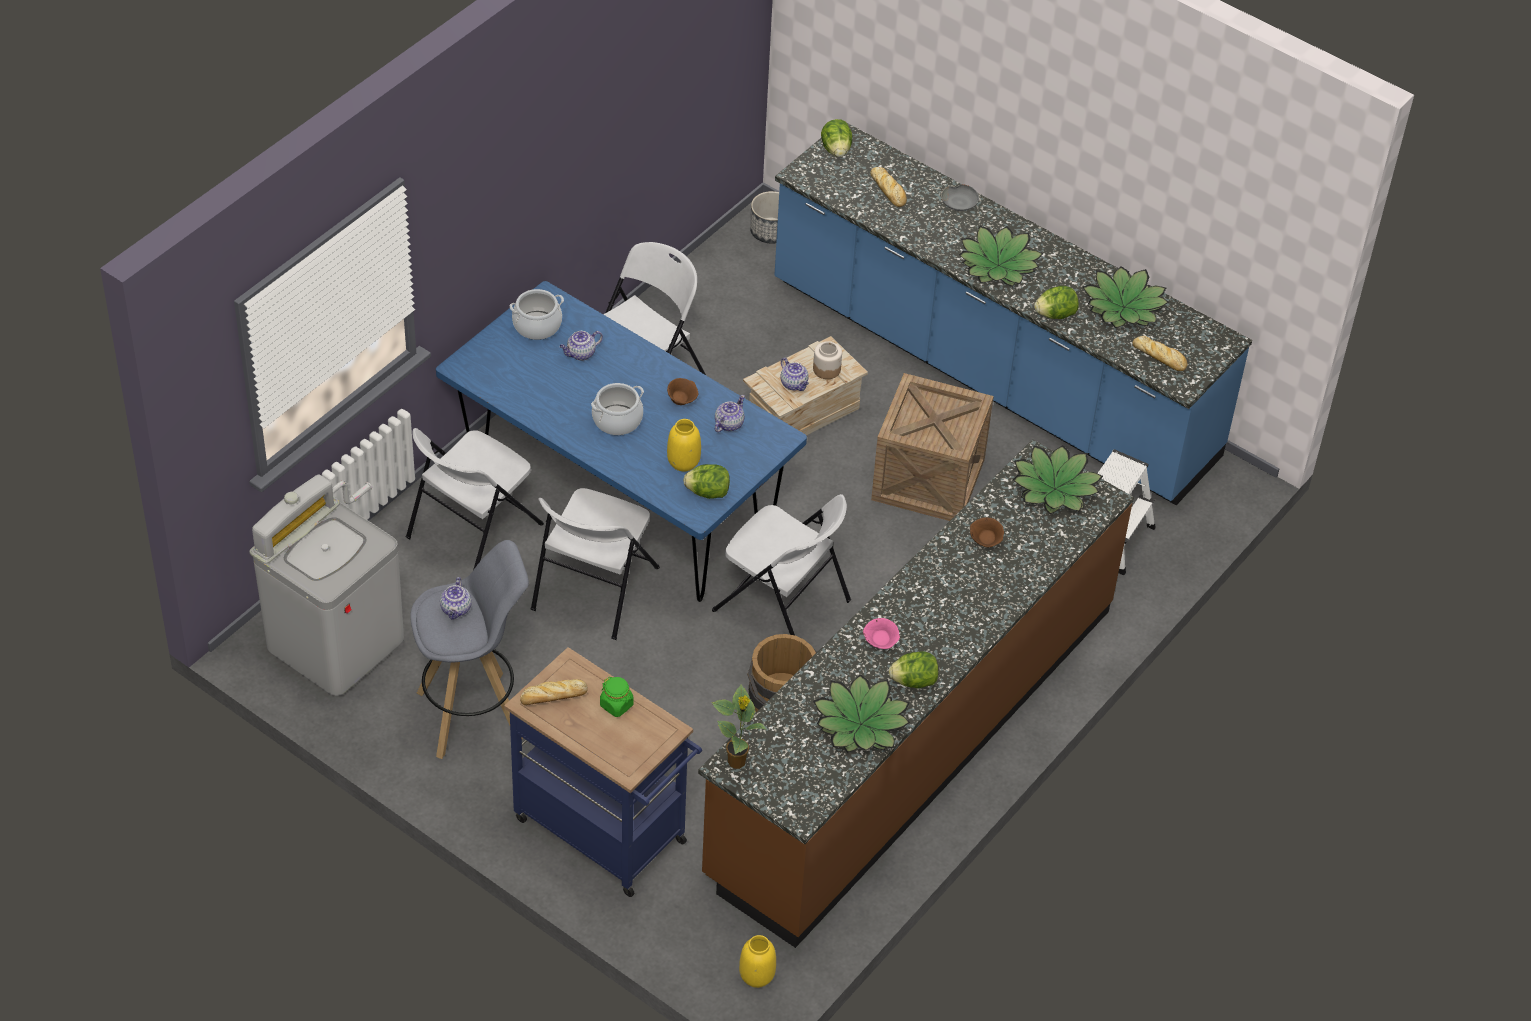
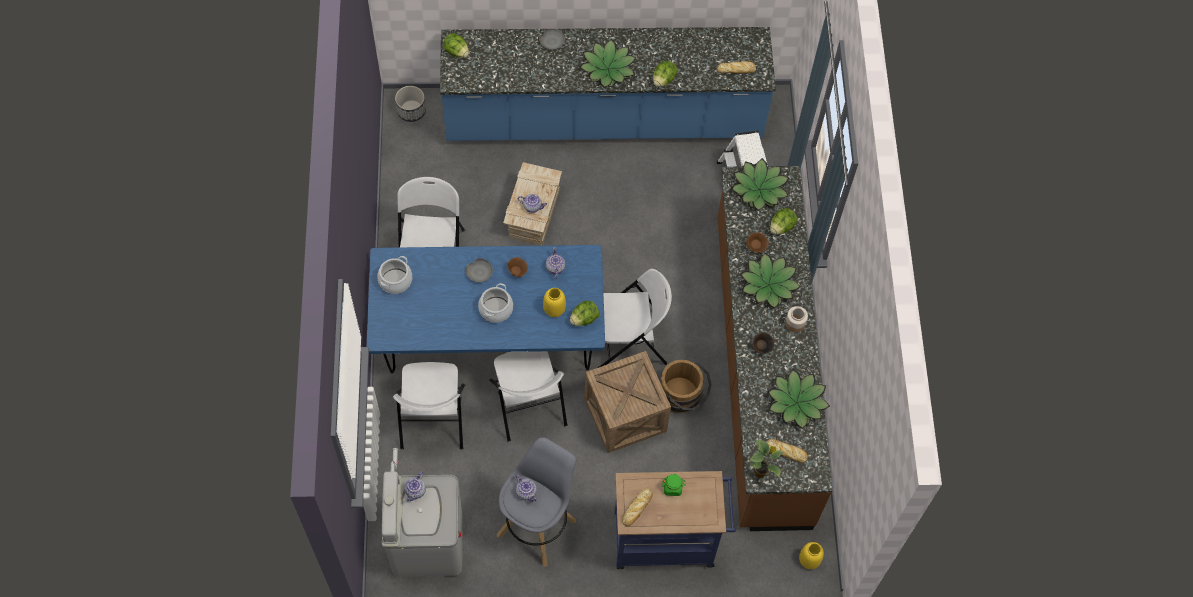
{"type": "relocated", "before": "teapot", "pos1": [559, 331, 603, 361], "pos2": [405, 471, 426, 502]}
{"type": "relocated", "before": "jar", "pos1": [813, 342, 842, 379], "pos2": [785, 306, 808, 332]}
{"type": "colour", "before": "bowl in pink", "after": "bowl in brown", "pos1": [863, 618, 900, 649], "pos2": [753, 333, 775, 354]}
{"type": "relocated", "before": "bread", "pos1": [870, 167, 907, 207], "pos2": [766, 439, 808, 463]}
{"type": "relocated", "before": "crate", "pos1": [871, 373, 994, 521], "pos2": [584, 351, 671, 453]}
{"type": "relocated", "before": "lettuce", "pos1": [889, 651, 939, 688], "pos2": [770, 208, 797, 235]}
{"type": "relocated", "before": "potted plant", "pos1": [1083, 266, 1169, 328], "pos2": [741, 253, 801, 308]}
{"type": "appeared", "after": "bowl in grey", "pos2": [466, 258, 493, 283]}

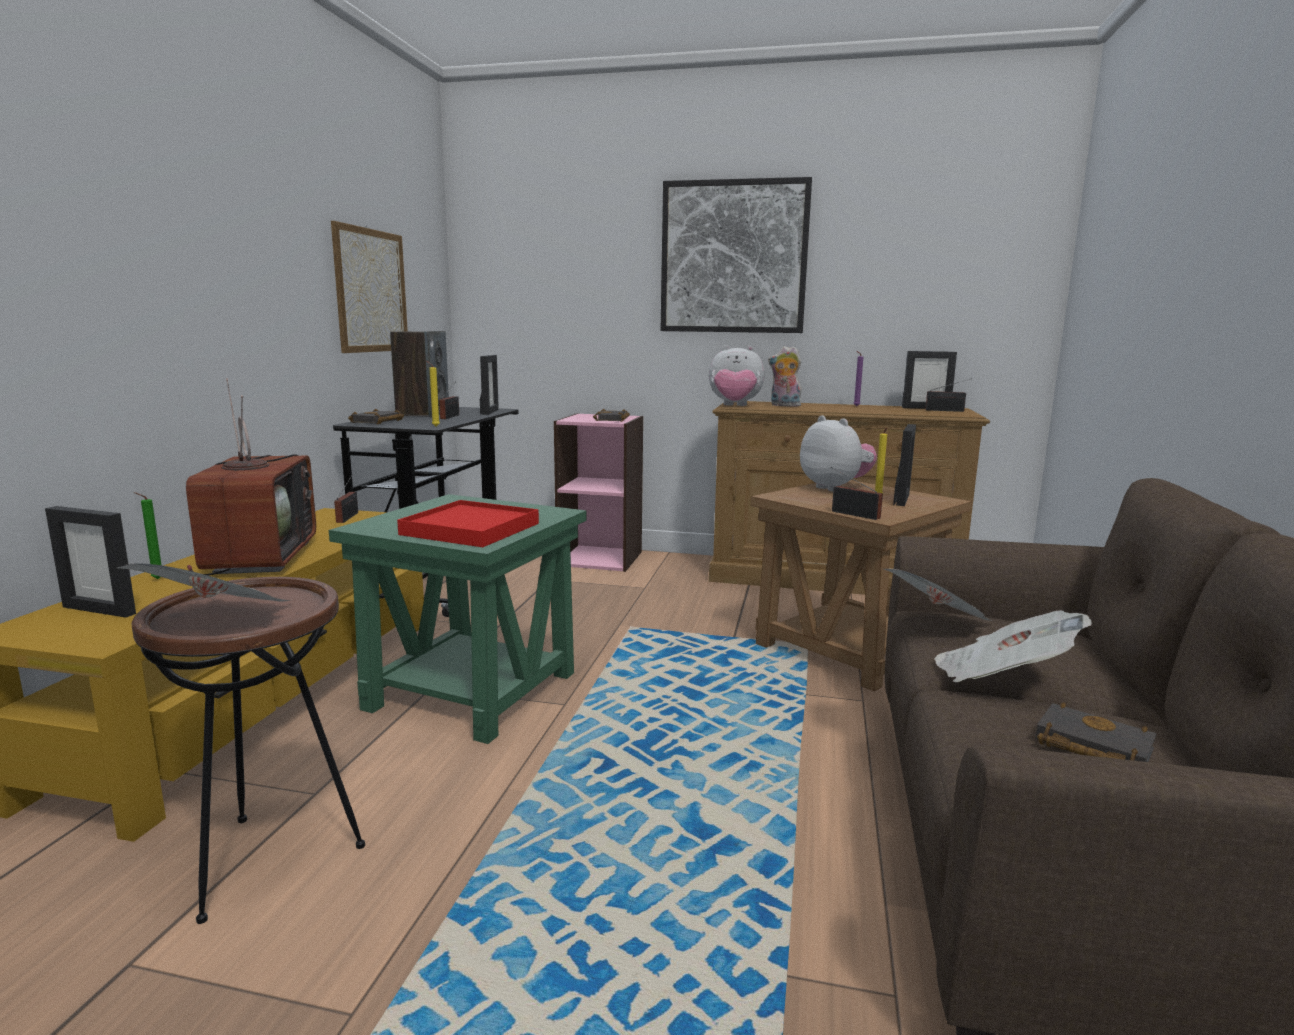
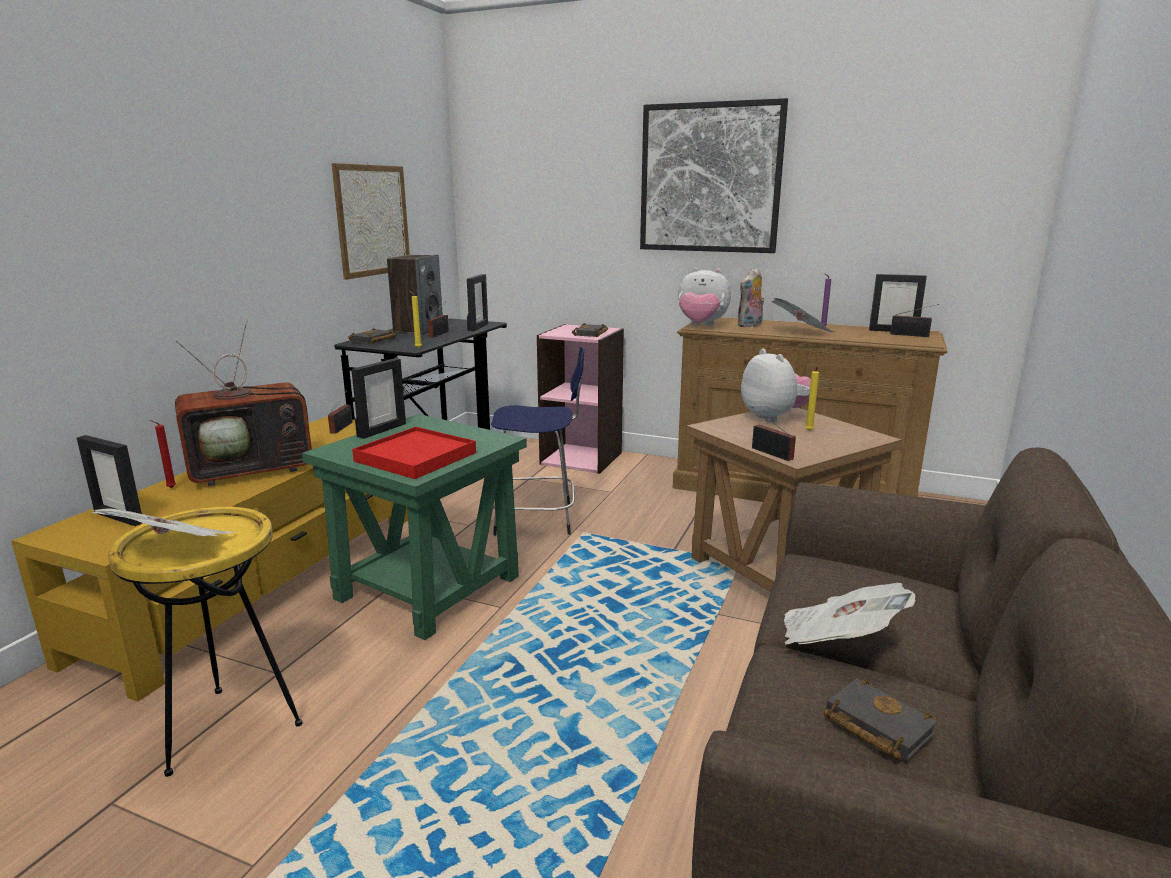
{"type": "colour", "before": "side table in brown", "after": "side table in yellow", "pos1": [131, 577, 365, 924], "pos2": [108, 507, 303, 777]}
{"type": "colour", "before": "candle in green", "after": "candle in red", "pos1": [134, 492, 161, 579], "pos2": [149, 420, 176, 488]}
{"type": "spun", "before": "television", "pos1": [186, 378, 316, 576], "pos2": [175, 320, 312, 486], "turn": 60}
{"type": "spun", "before": "plush toy", "pos1": [768, 346, 802, 407], "pos2": [738, 268, 764, 327], "turn": -75}
{"type": "relocated", "before": "newspaper", "pos1": [884, 569, 993, 621], "pos2": [772, 298, 834, 332]}
{"type": "relocated", "before": "picture frame", "pos1": [893, 424, 916, 506], "pos2": [351, 358, 406, 439]}
{"type": "appeared", "after": "stool in blue", "pos2": [491, 347, 584, 536]}

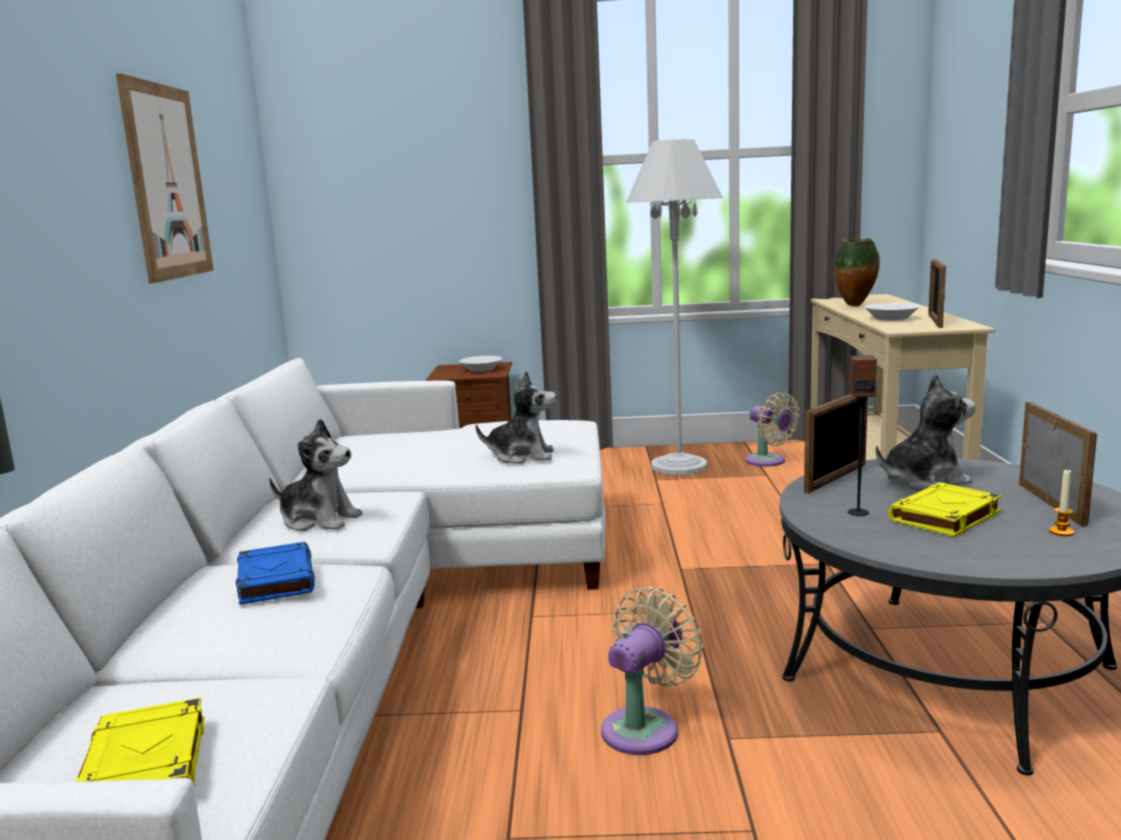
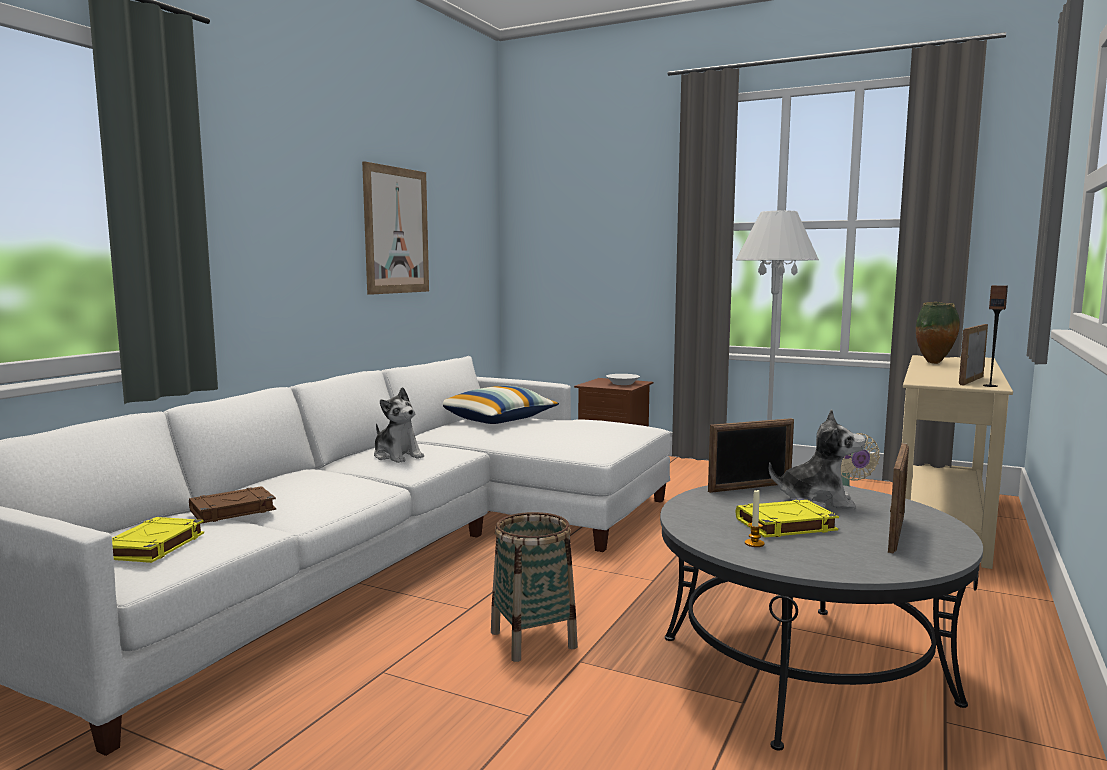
{"type": "missing", "before": "book in blue", "pos1": [236, 542, 315, 605]}
{"type": "missing", "before": "plush toy", "pos1": [475, 371, 557, 464]}
{"type": "exchanged", "before": "fan in beige", "after": "basket", "pos1": [601, 587, 703, 755], "pos2": [491, 512, 578, 662]}
{"type": "relocated", "before": "speaker", "pos1": [848, 356, 877, 516], "pos2": [983, 285, 1008, 387]}
{"type": "missing", "before": "bowl in white", "pos1": [864, 303, 920, 320]}
{"type": "relocated", "before": "candle", "pos1": [1049, 468, 1075, 536], "pos2": [745, 490, 764, 547]}
{"type": "appeared", "after": "book in brown", "pos2": [189, 486, 276, 523]}
{"type": "appeared", "after": "pillow", "pos2": [443, 385, 559, 424]}

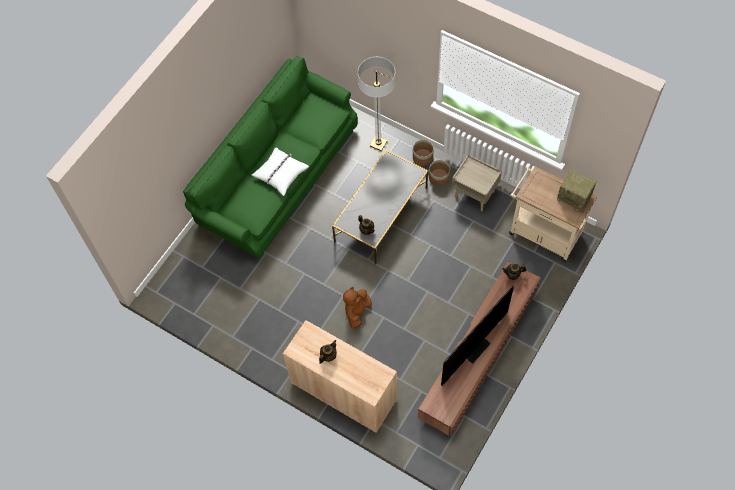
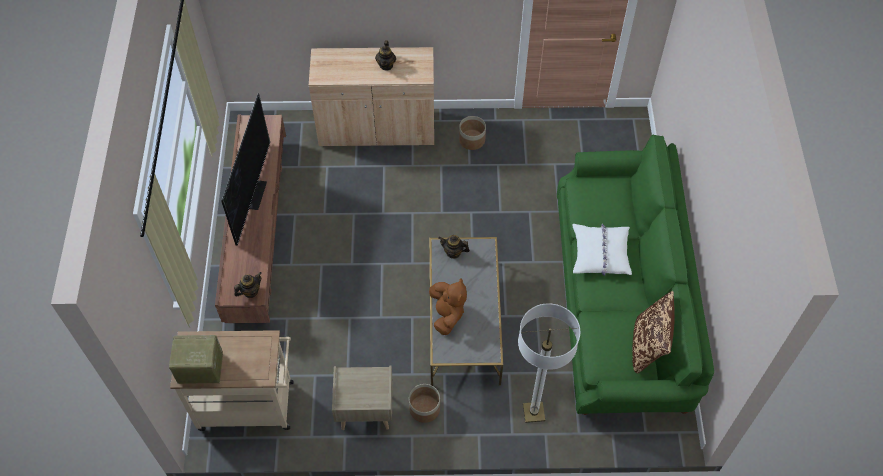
{"type": "relocated", "before": "plush toy in brown", "pos1": [343, 287, 372, 328], "pos2": [429, 278, 467, 335]}
{"type": "relocated", "before": "planter", "pos1": [413, 140, 434, 166], "pos2": [459, 116, 486, 150]}
{"type": "appeared", "after": "pillow in brown", "pos2": [632, 291, 675, 373]}

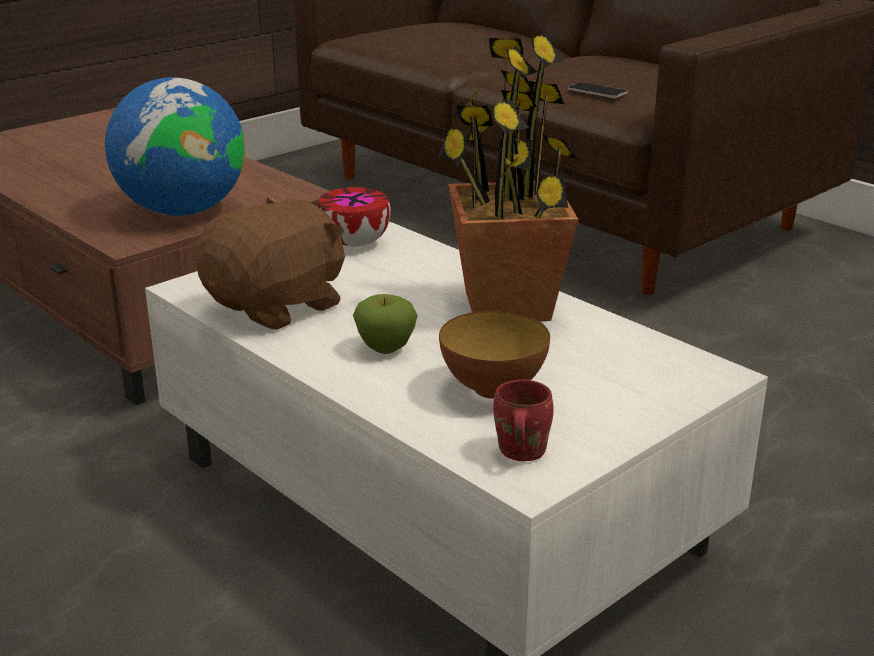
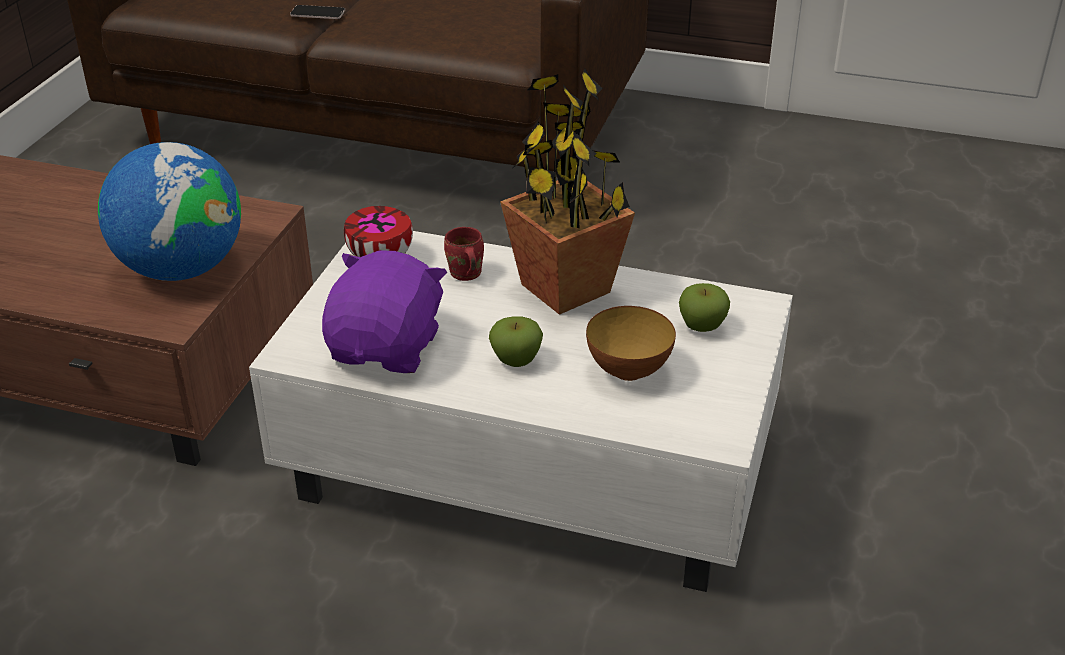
{"type": "colour", "before": "plush toy in brown", "after": "plush toy in purple", "pos1": [195, 197, 345, 330], "pos2": [322, 250, 447, 373]}
{"type": "relocated", "before": "mug in red", "pos1": [494, 379, 554, 461], "pos2": [444, 227, 484, 281]}
{"type": "relocated", "before": "phone", "pos1": [568, 82, 628, 98], "pos2": [290, 5, 345, 19]}
{"type": "appeared", "after": "apple", "pos2": [679, 283, 730, 332]}

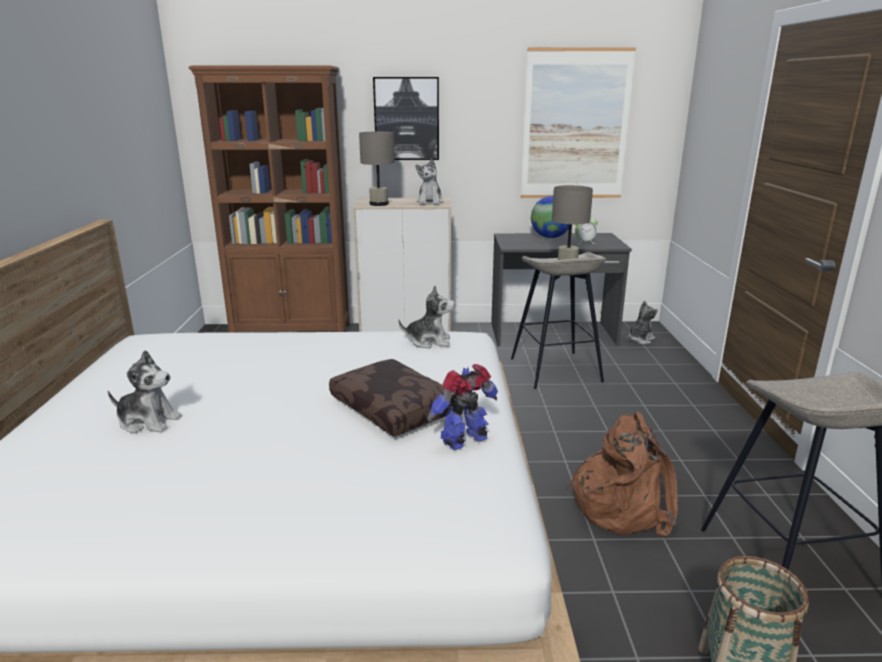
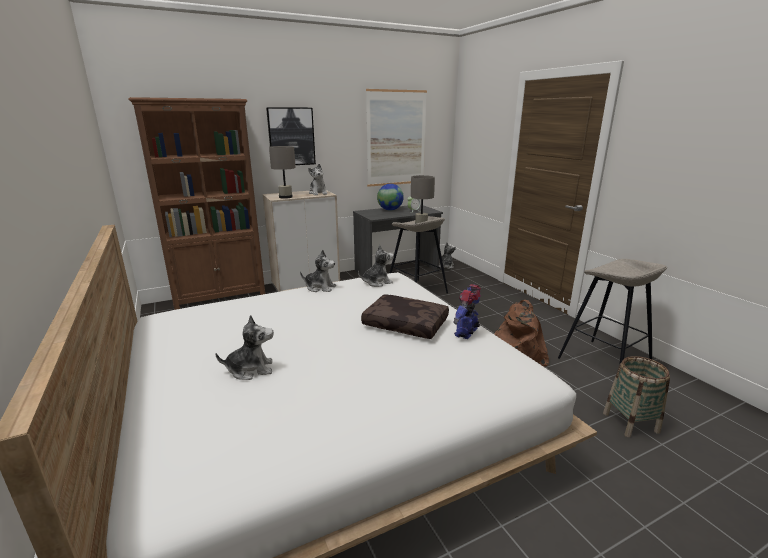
{"type": "appeared", "after": "plush toy", "pos2": [300, 250, 336, 292]}

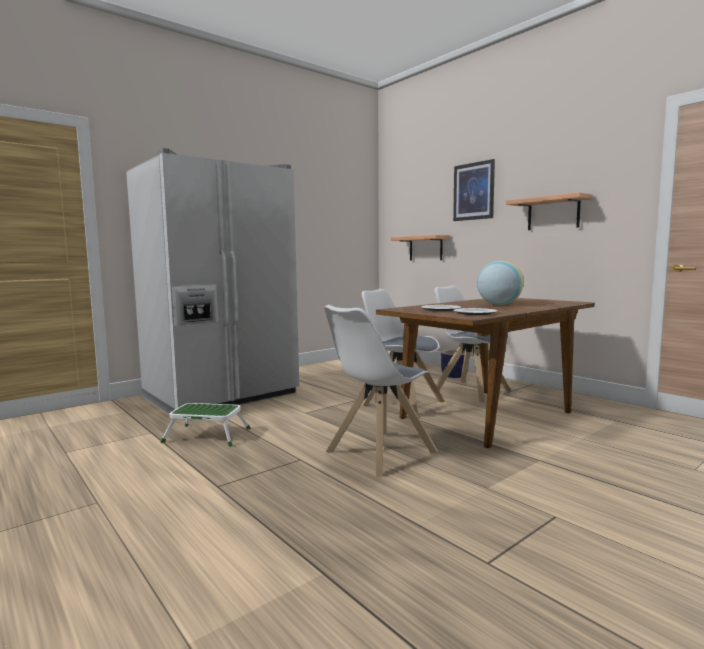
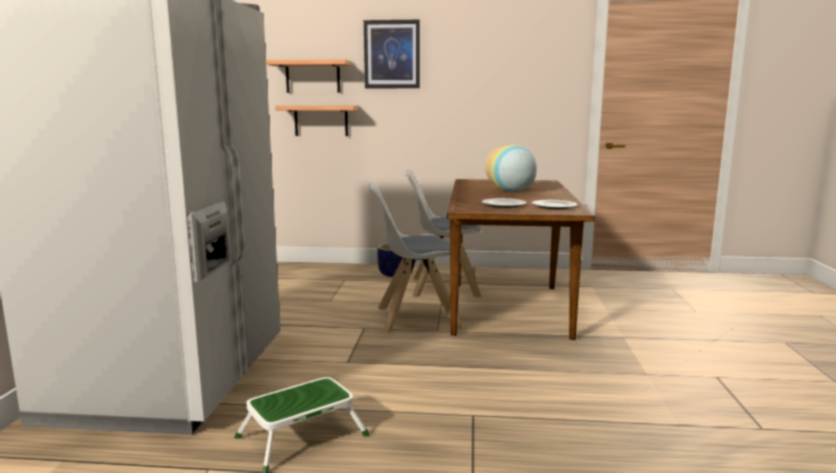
{"type": "missing", "before": "chair", "pos1": [324, 305, 438, 476]}
{"type": "relocated", "before": "shelf", "pos1": [506, 192, 593, 230], "pos2": [266, 59, 351, 93]}

